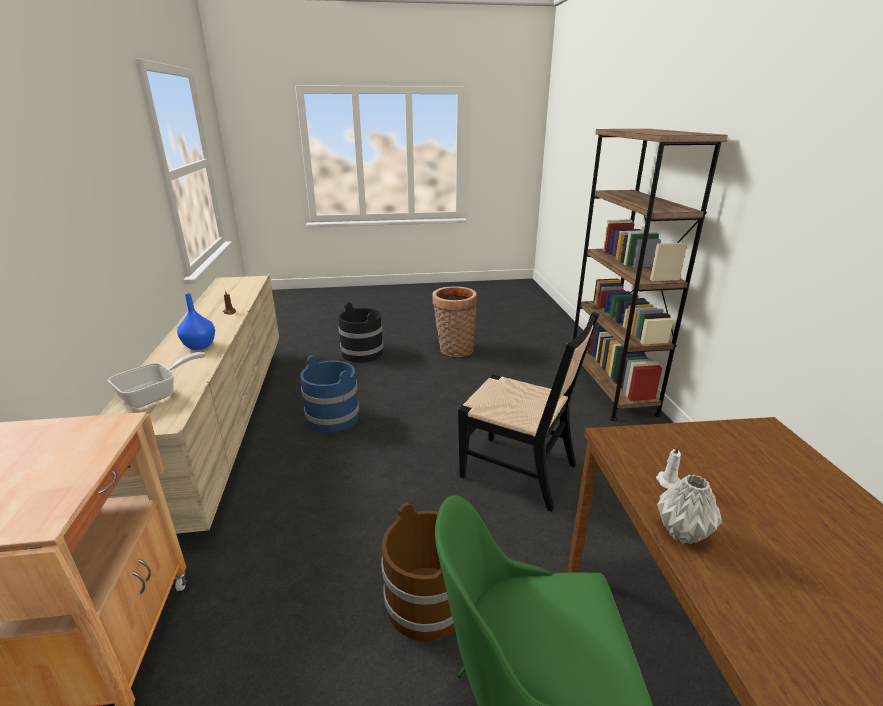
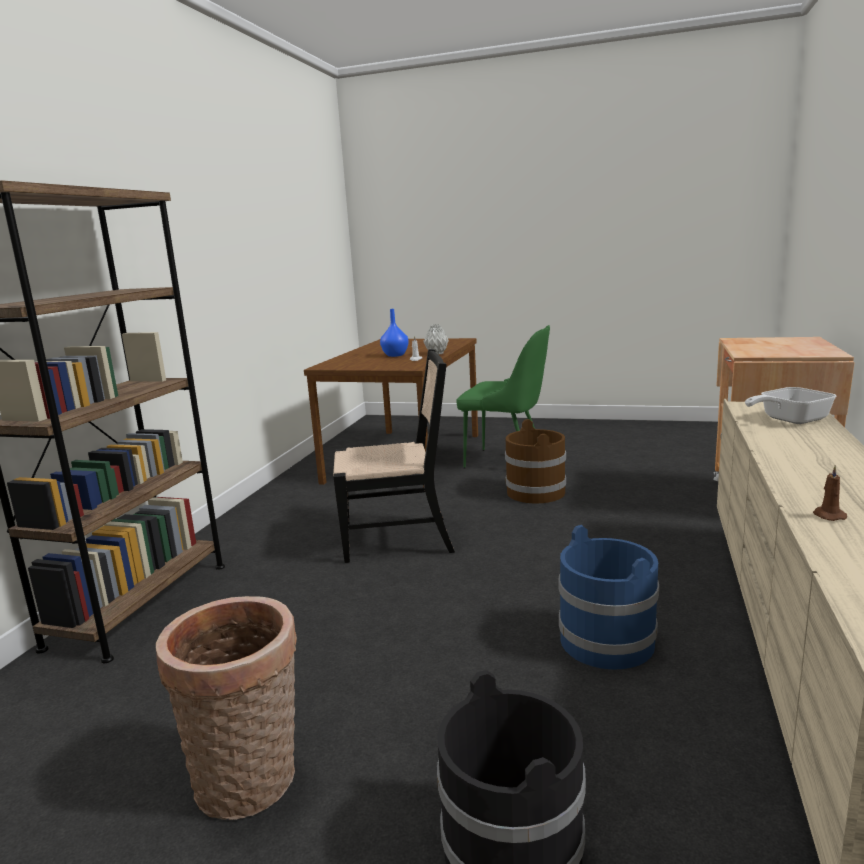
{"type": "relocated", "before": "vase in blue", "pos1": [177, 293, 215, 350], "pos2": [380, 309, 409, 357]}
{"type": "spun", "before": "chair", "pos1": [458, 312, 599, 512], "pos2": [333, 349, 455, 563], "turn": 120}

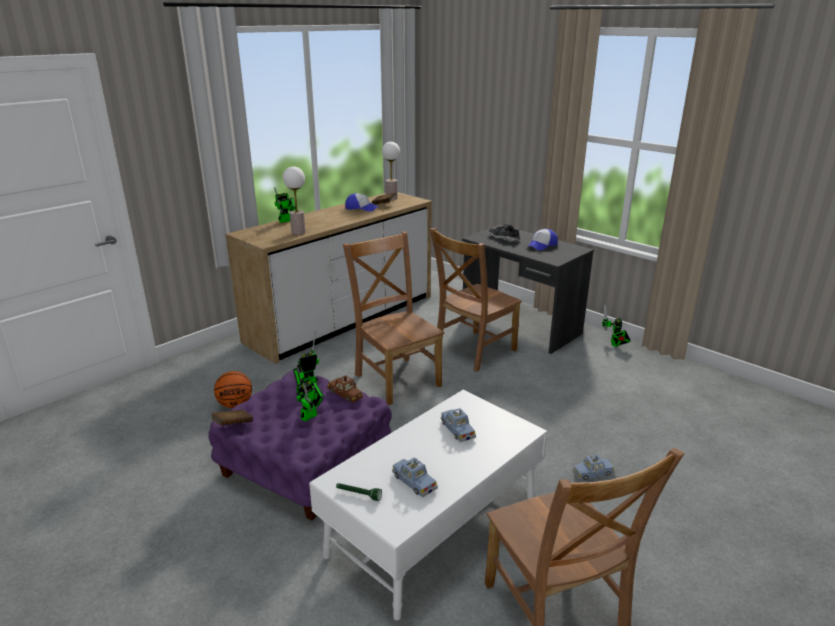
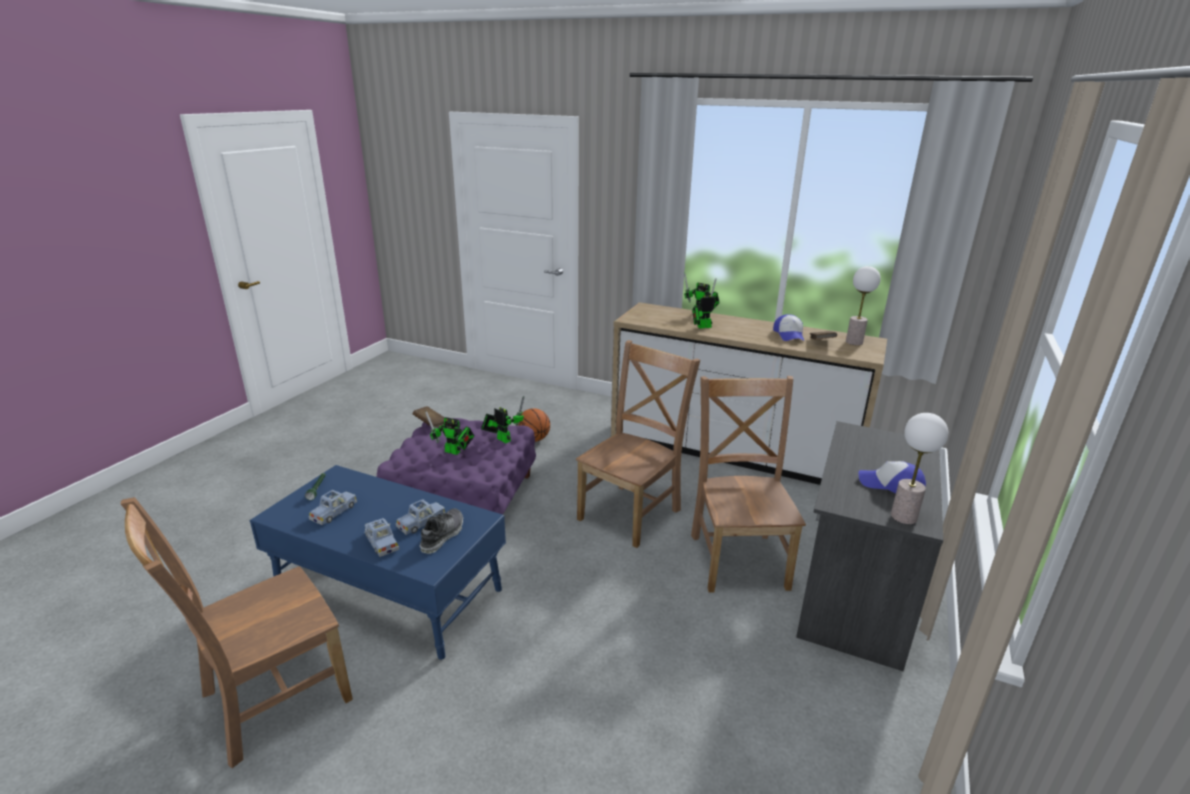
{"type": "relocated", "before": "table lamp", "pos1": [283, 167, 306, 235], "pos2": [891, 413, 948, 524]}
{"type": "colour", "before": "coffee table in white", "after": "coffee table in blue", "pos1": [309, 390, 548, 620], "pos2": [250, 465, 506, 660]}
{"type": "missing", "before": "toy car in brown", "pos1": [327, 375, 363, 402]}
{"type": "spun", "before": "chair in brown", "pos1": [430, 228, 522, 372], "pos2": [691, 376, 806, 592], "turn": 60}
{"type": "relocated", "before": "shoe", "pos1": [489, 224, 521, 242], "pos2": [420, 508, 463, 554]}
{"type": "relocated", "before": "toy car in blue", "pos1": [573, 454, 615, 480], "pos2": [365, 518, 399, 557]}
{"type": "relocated", "before": "toy robot", "pos1": [602, 304, 631, 347], "pos2": [692, 279, 717, 329]}

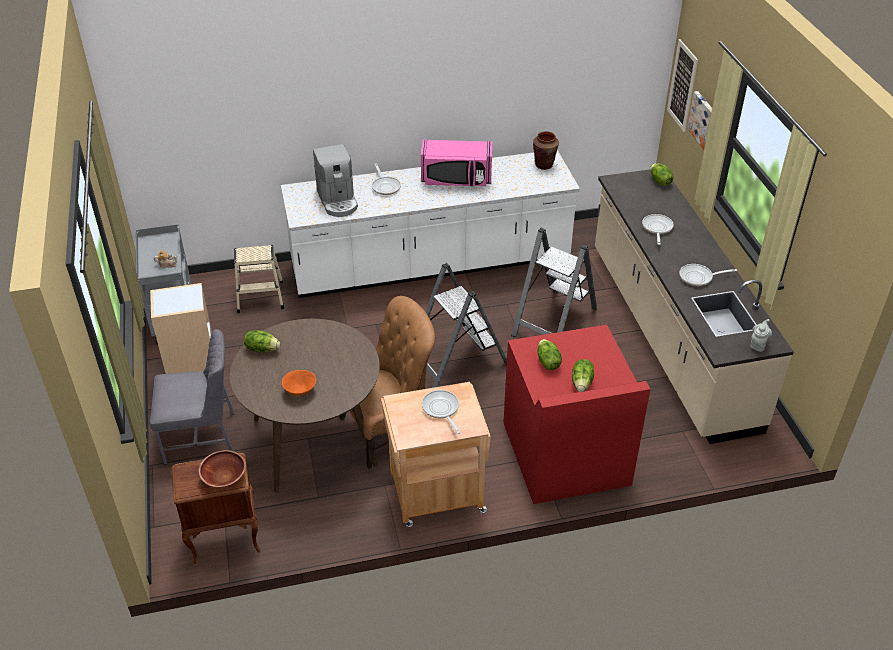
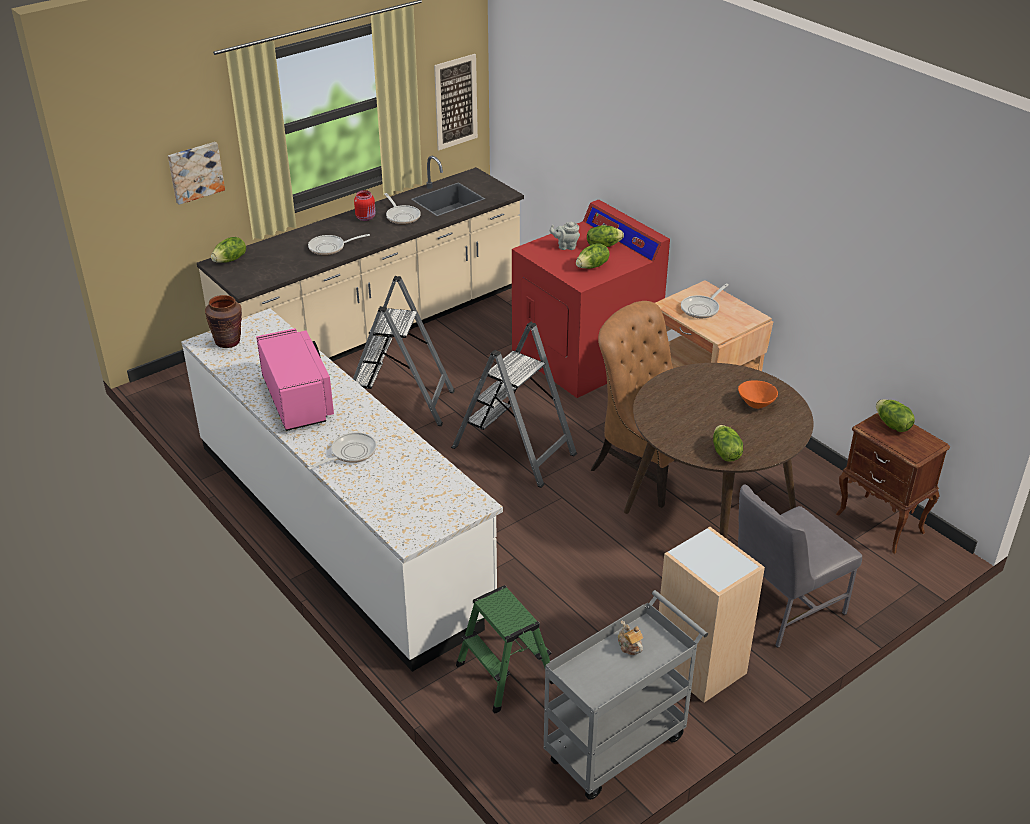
{"type": "spun", "before": "chair in grey", "pos1": [150, 329, 235, 465], "pos2": [738, 485, 862, 648], "turn": -90}
{"type": "exchanged", "before": "bowl in brown", "after": "lettuce", "pos1": [199, 450, 246, 487], "pos2": [876, 399, 915, 432]}
{"type": "colour", "before": "step ladder in beige", "after": "step ladder in green", "pos1": [234, 245, 284, 313], "pos2": [456, 585, 554, 713]}
{"type": "missing", "before": "coffee machine", "pos1": [313, 144, 358, 217]}
{"type": "relocated", "before": "picture", "pos1": [667, 39, 698, 132], "pos2": [434, 54, 478, 150]}
{"type": "relocated", "before": "teapot in grey", "pos1": [750, 319, 772, 352], "pos2": [550, 222, 580, 250]}
{"type": "appeared", "after": "jar in red", "pos2": [354, 190, 375, 221]}

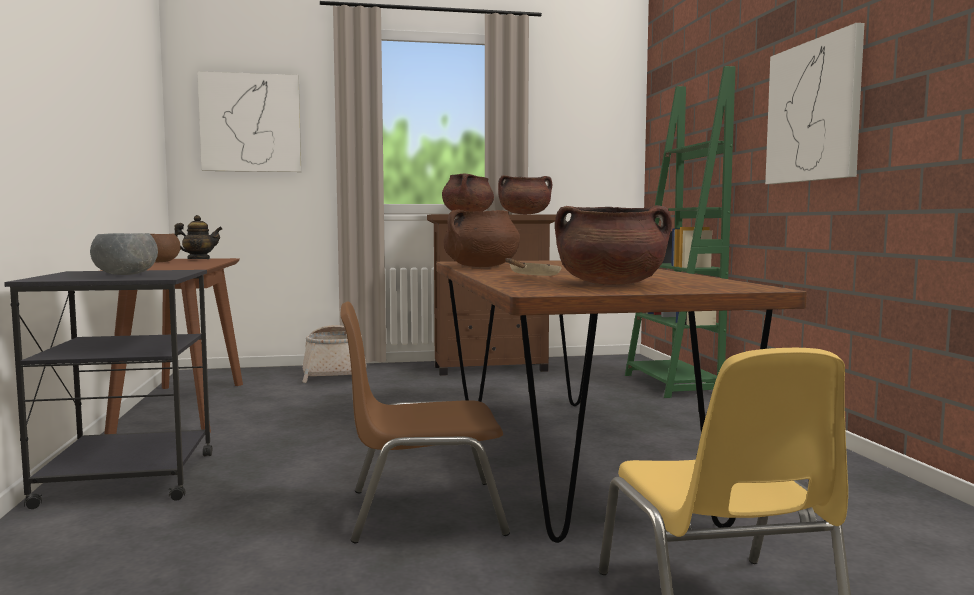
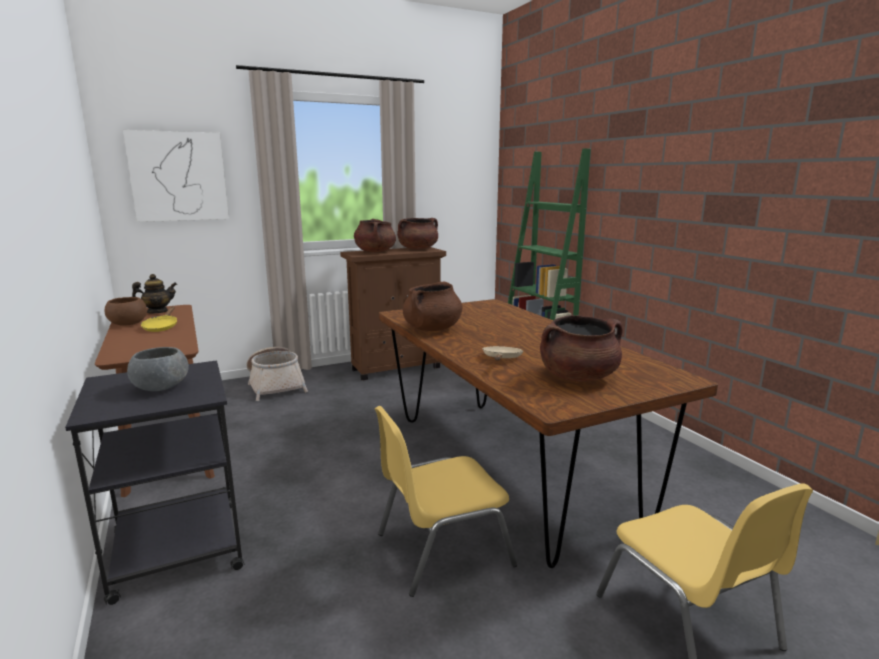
{"type": "colour", "before": "chair in brown", "after": "chair in yellow", "pos1": [340, 301, 510, 543], "pos2": [375, 406, 517, 597]}
{"type": "missing", "before": "picture", "pos1": [765, 23, 865, 184]}
{"type": "appeared", "after": "frying pan in yellow", "pos2": [141, 306, 177, 332]}

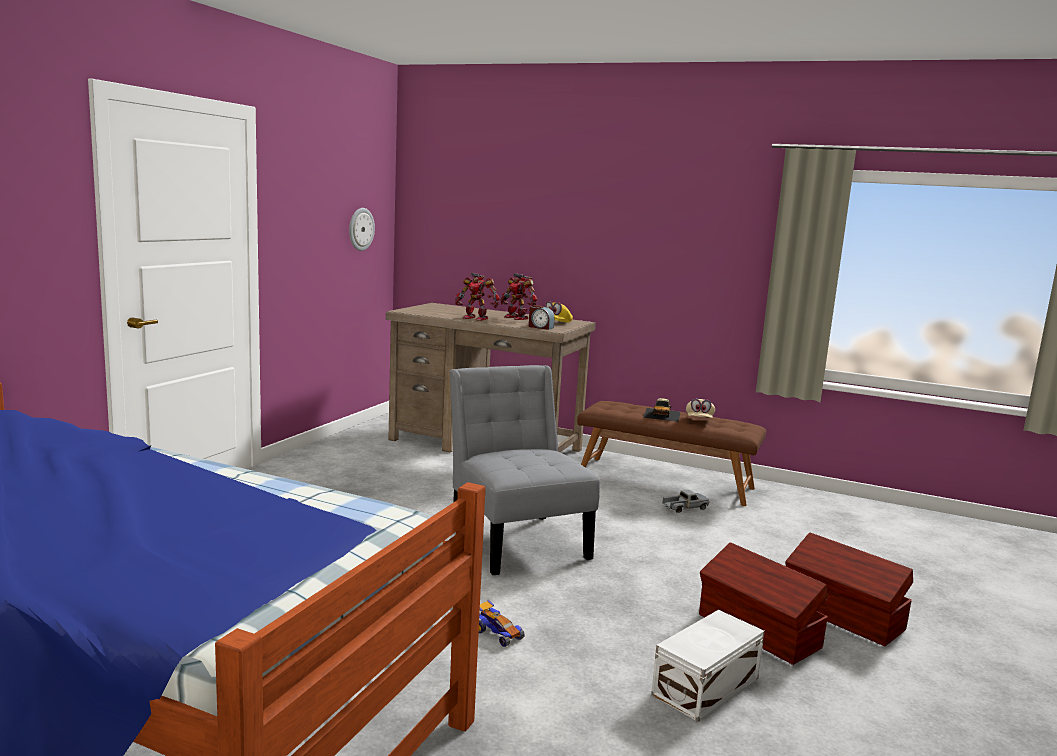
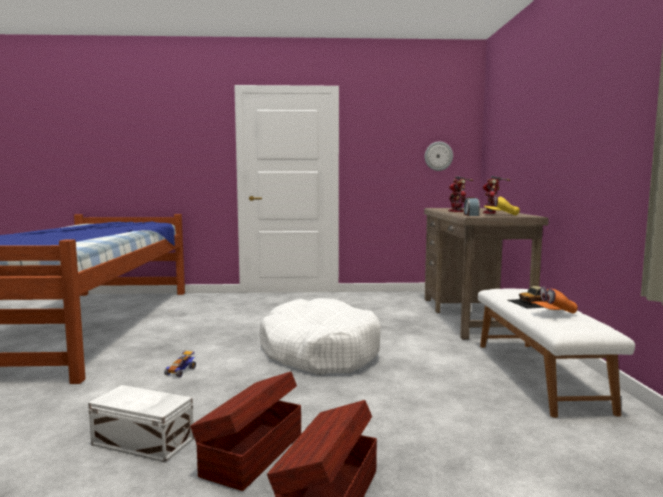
{"type": "exchanged", "before": "chair in grey", "after": "dog bed in white", "pos1": [450, 365, 600, 575], "pos2": [260, 298, 381, 375]}
{"type": "colour", "before": "bench in brown", "after": "bench in white", "pos1": [577, 401, 766, 506], "pos2": [478, 288, 635, 418]}
{"type": "missing", "before": "toy truck", "pos1": [663, 490, 709, 513]}
{"type": "colour", "before": "cap in beige", "after": "cap in orange", "pos1": [686, 398, 715, 418], "pos2": [531, 286, 578, 314]}

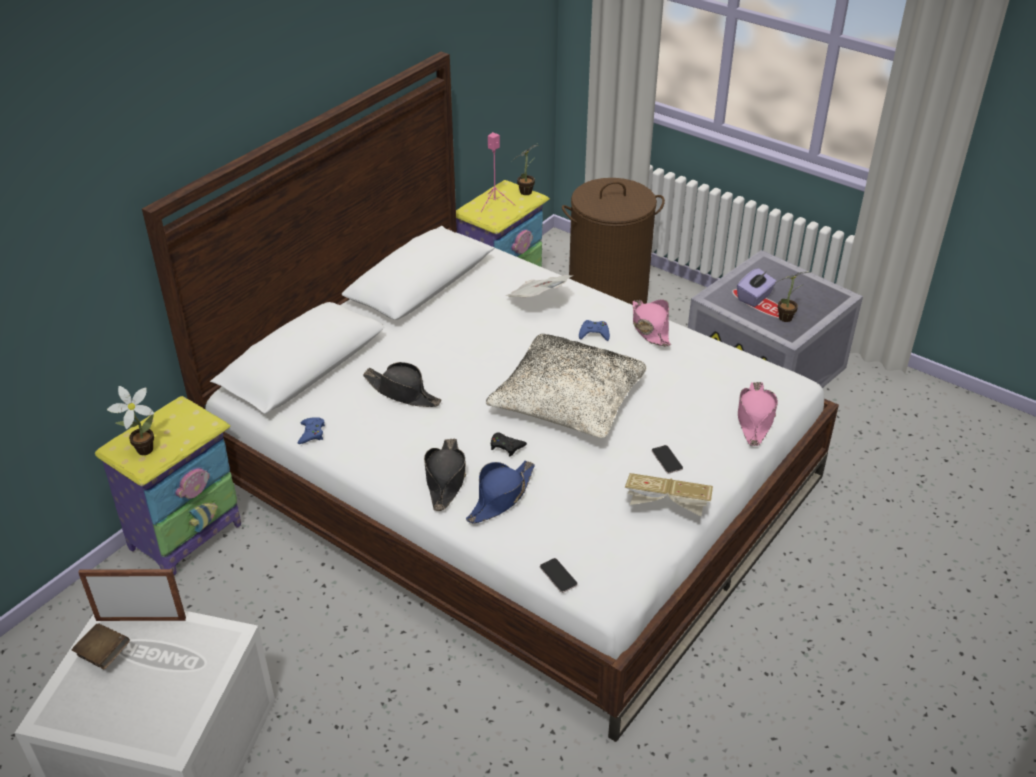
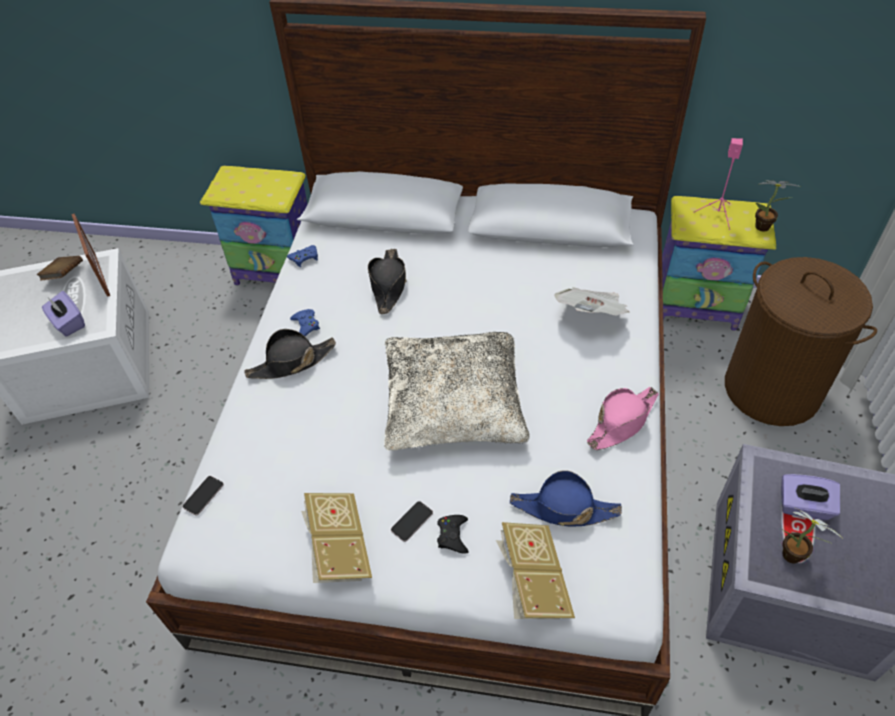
{"type": "missing", "before": "potted plant", "pos1": [107, 386, 154, 455]}
{"type": "relocated", "before": "hat in blue", "pos1": [466, 461, 535, 524], "pos2": [510, 470, 622, 526]}
{"type": "relocated", "before": "game controller in black", "pos1": [491, 432, 527, 457], "pos2": [437, 515, 469, 554]}
{"type": "relocated", "before": "game controller in blue", "pos1": [579, 320, 610, 341], "pos2": [290, 309, 320, 336]}
{"type": "exchanged", "before": "hat in pink", "after": "book", "pos1": [738, 382, 778, 446], "pos2": [496, 522, 575, 619]}
{"type": "appeared", "after": "tissue box in purple", "pos2": [42, 291, 85, 336]}

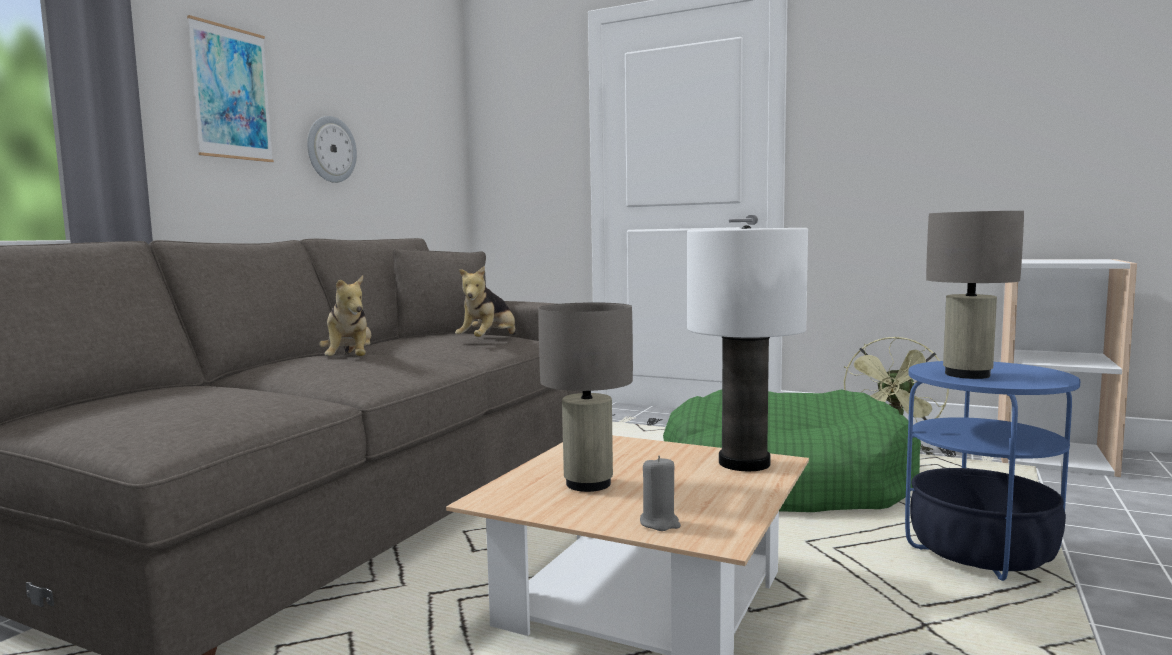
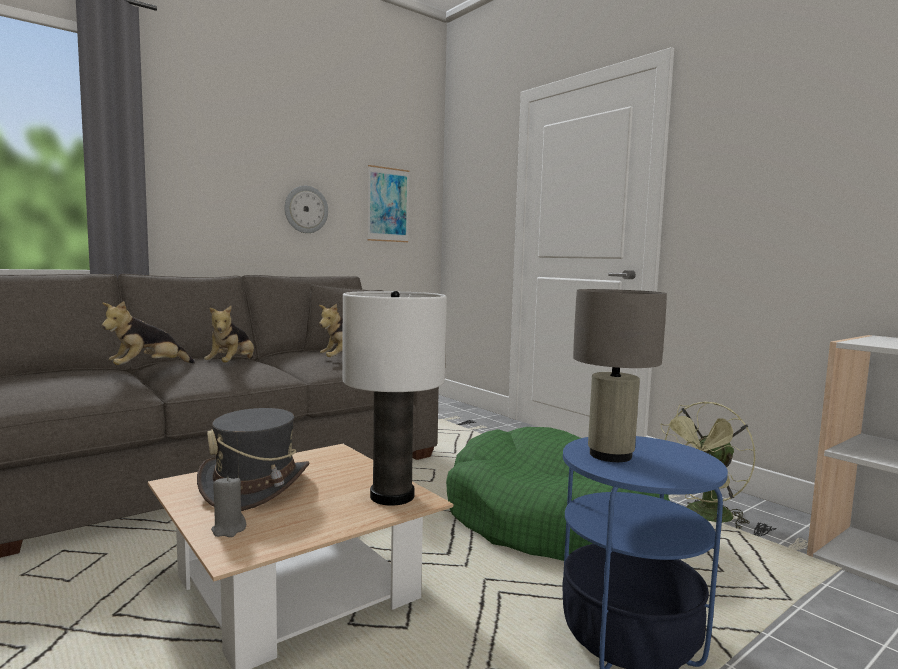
{"type": "relocated", "before": "picture", "pos1": [187, 15, 274, 162], "pos2": [367, 165, 410, 242]}
{"type": "exchanged", "before": "table lamp in grey", "after": "hat in grey", "pos1": [538, 302, 633, 492], "pos2": [197, 408, 310, 511]}
{"type": "appeared", "after": "plush toy", "pos2": [102, 301, 195, 365]}

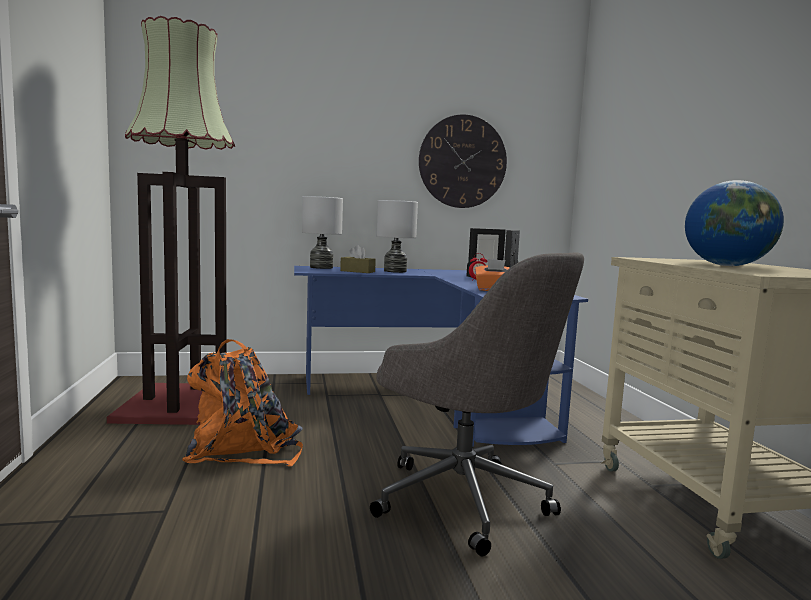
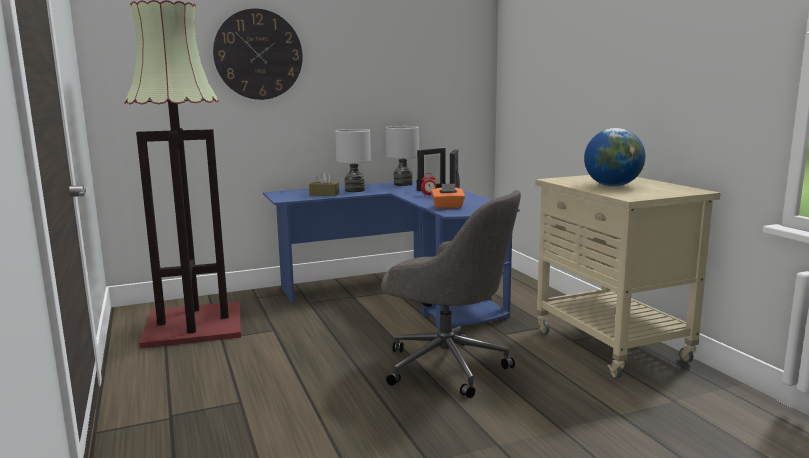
{"type": "missing", "before": "backpack in orange", "pos1": [182, 339, 303, 467]}
{"type": "relocated", "before": "table lamp in grey", "pos1": [302, 196, 343, 269], "pos2": [386, 126, 419, 186]}
{"type": "relocated", "before": "wall clock", "pos1": [419, 114, 507, 208], "pos2": [213, 8, 303, 100]}

